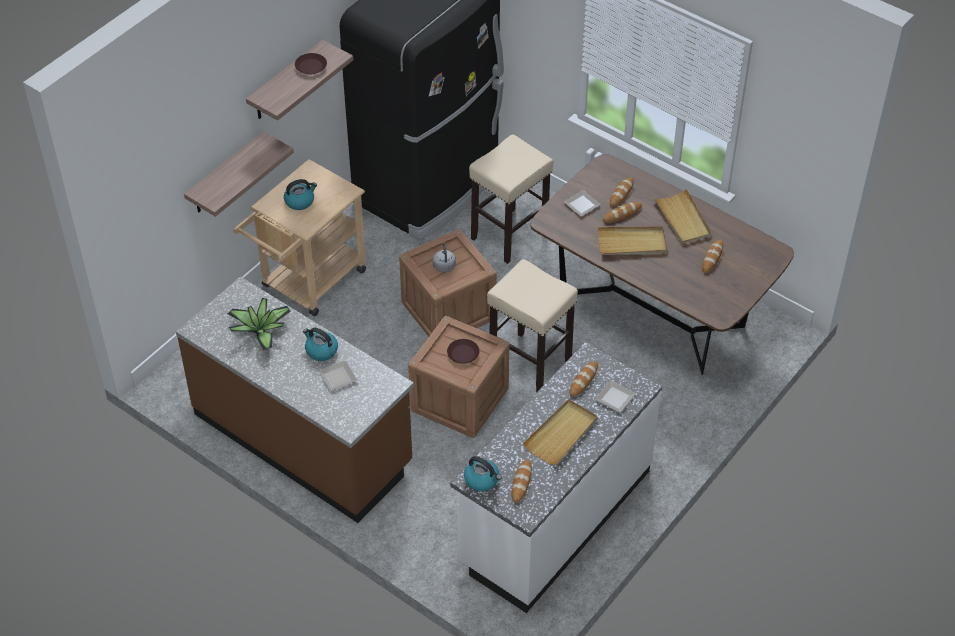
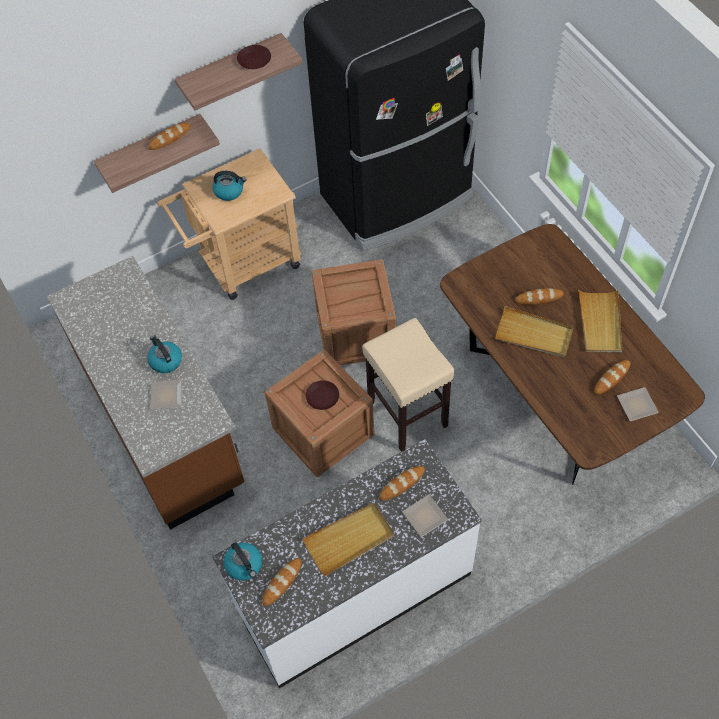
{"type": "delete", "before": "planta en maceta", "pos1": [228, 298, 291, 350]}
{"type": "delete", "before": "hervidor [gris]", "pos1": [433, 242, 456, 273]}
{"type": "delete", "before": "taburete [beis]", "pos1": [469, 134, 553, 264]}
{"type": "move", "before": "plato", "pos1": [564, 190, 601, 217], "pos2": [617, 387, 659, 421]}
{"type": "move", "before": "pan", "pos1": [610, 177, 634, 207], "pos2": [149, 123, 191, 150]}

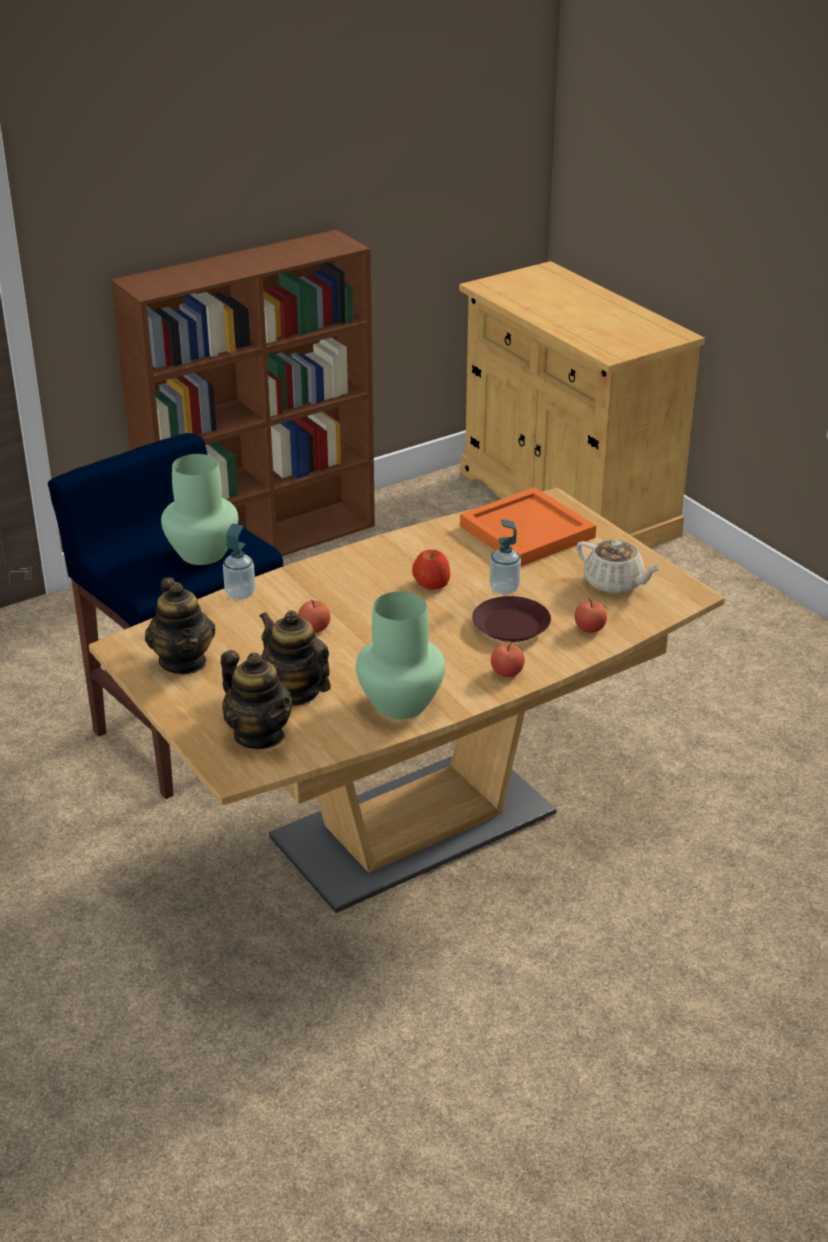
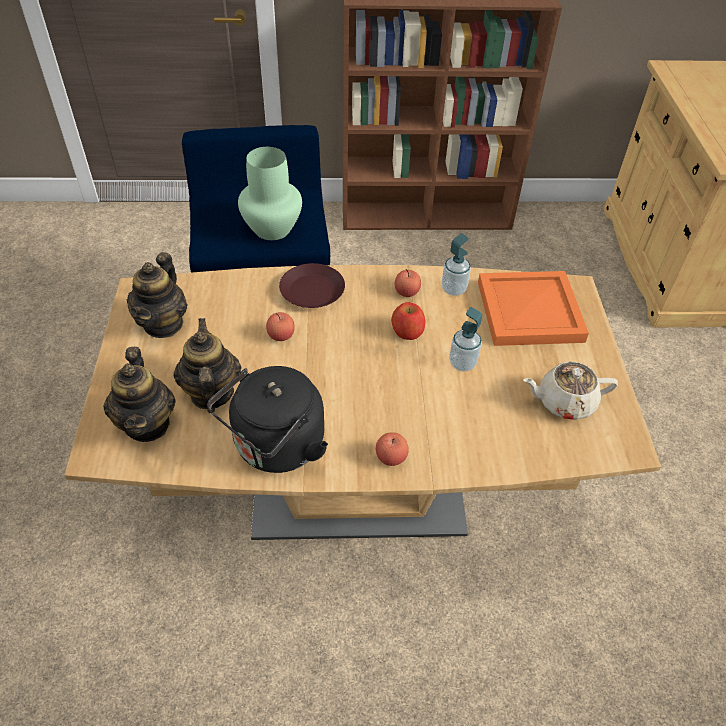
{"type": "move", "before": "dispensador de jabón", "pos1": [223, 524, 255, 600], "pos2": [442, 233, 471, 296]}
{"type": "replace", "before": "florero [verde]", "after": "hervidor [negro]", "pos1": [356, 592, 445, 719], "pos2": [207, 366, 328, 473]}
{"type": "move", "before": "plato [marrón]", "pos1": [472, 596, 551, 642], "pos2": [279, 263, 345, 308]}
{"type": "move", "before": "manzana", "pos1": [575, 599, 607, 633], "pos2": [395, 269, 421, 297]}
{"type": "rotate", "before": "tetera [beis]", "pos1": [576, 540, 661, 594], "pos2": [523, 361, 618, 420], "turn": 105}

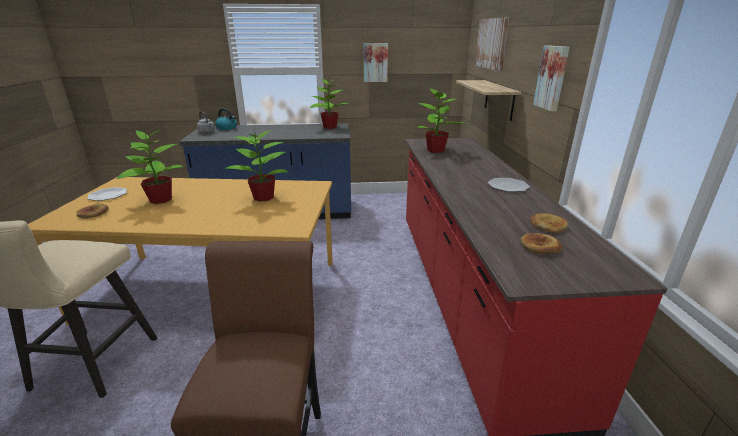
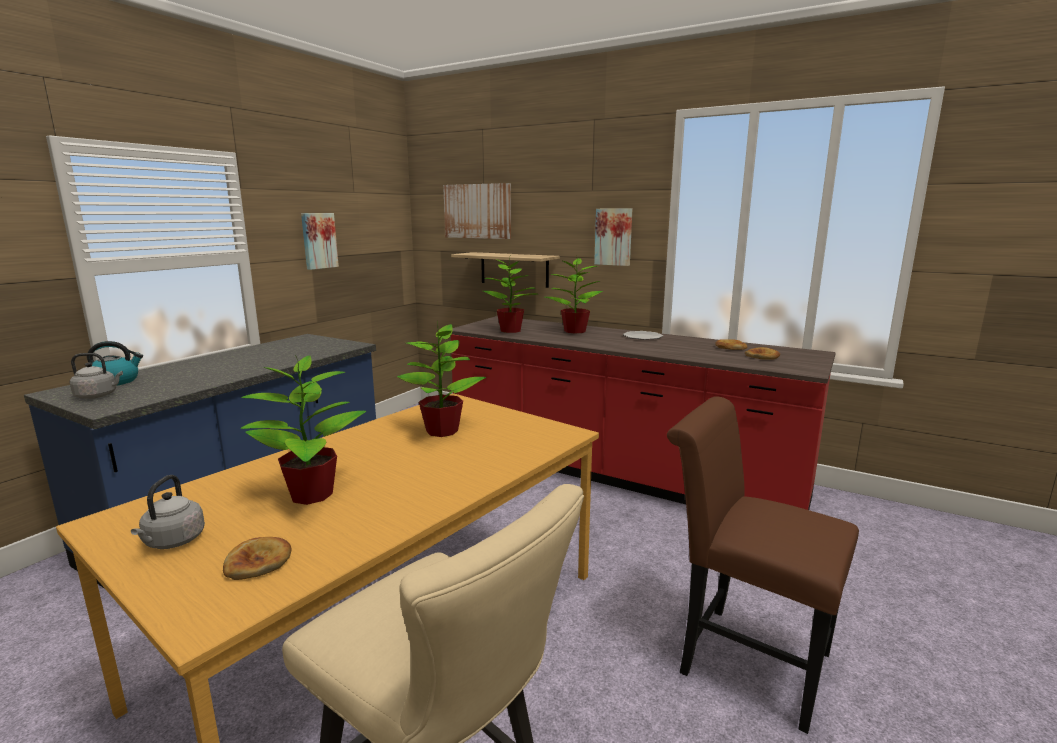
{"type": "replace", "before": "plato", "after": "hervidor [gris]", "pos1": [87, 187, 127, 201], "pos2": [131, 475, 205, 549]}
{"type": "move", "before": "planta en maceta", "pos1": [310, 79, 349, 129], "pos2": [545, 255, 603, 334]}

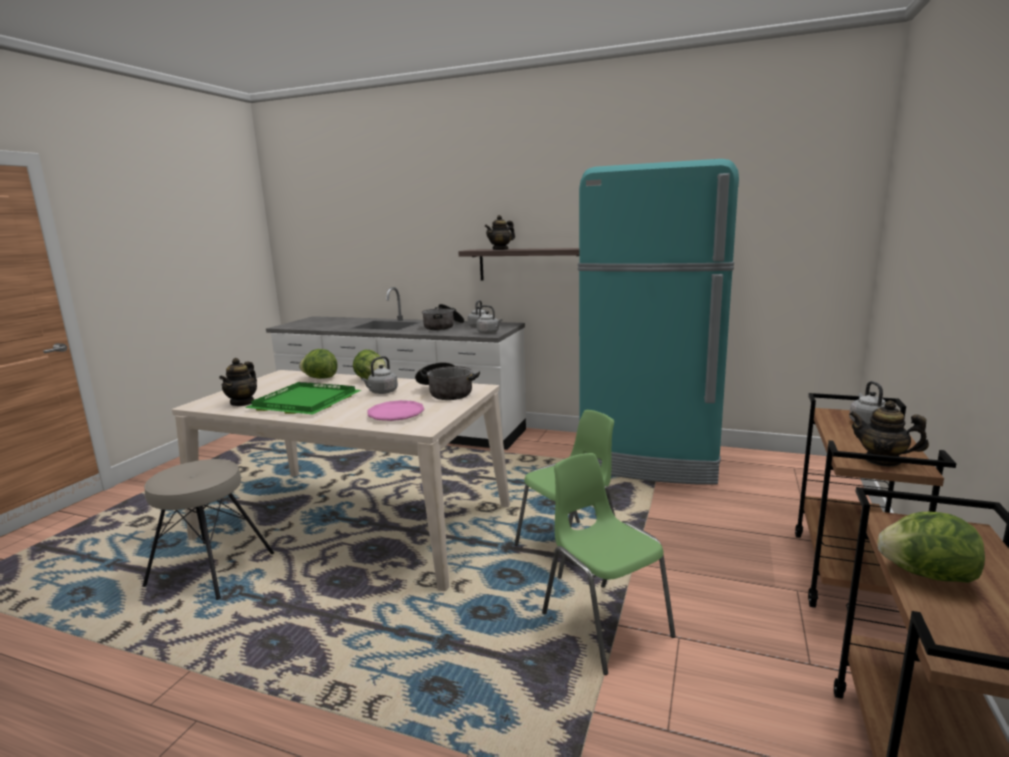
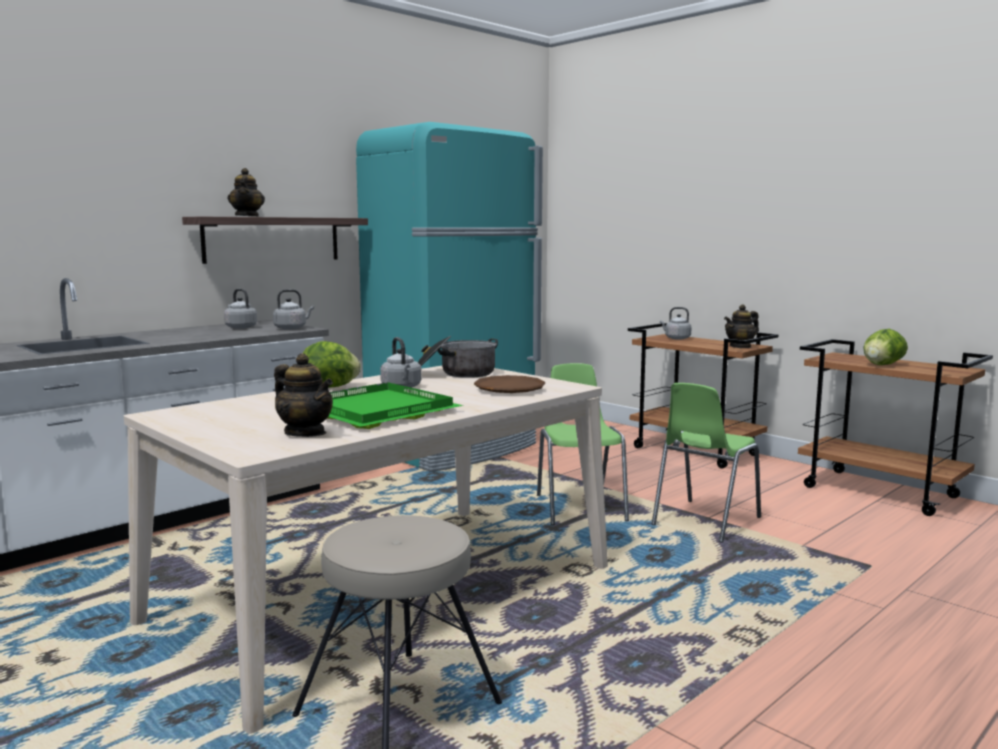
{"type": "delete", "before": "lechuga", "pos1": [299, 349, 337, 379]}
{"type": "recolor", "before": "plato [rosa]", "after": "plato [marrón]", "pos1": [367, 400, 424, 421], "pos2": [474, 375, 545, 393]}
{"type": "delete", "before": "olla", "pos1": [422, 304, 464, 330]}
{"type": "rotate", "before": "silla [verde]", "pos1": [542, 453, 676, 675], "pos2": [652, 383, 761, 543], "turn": -45}

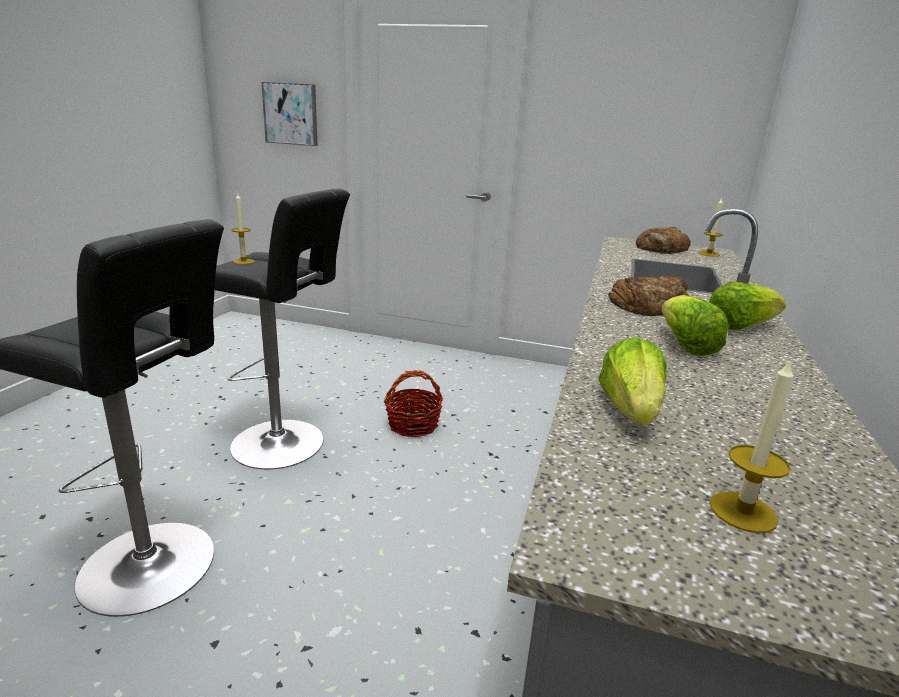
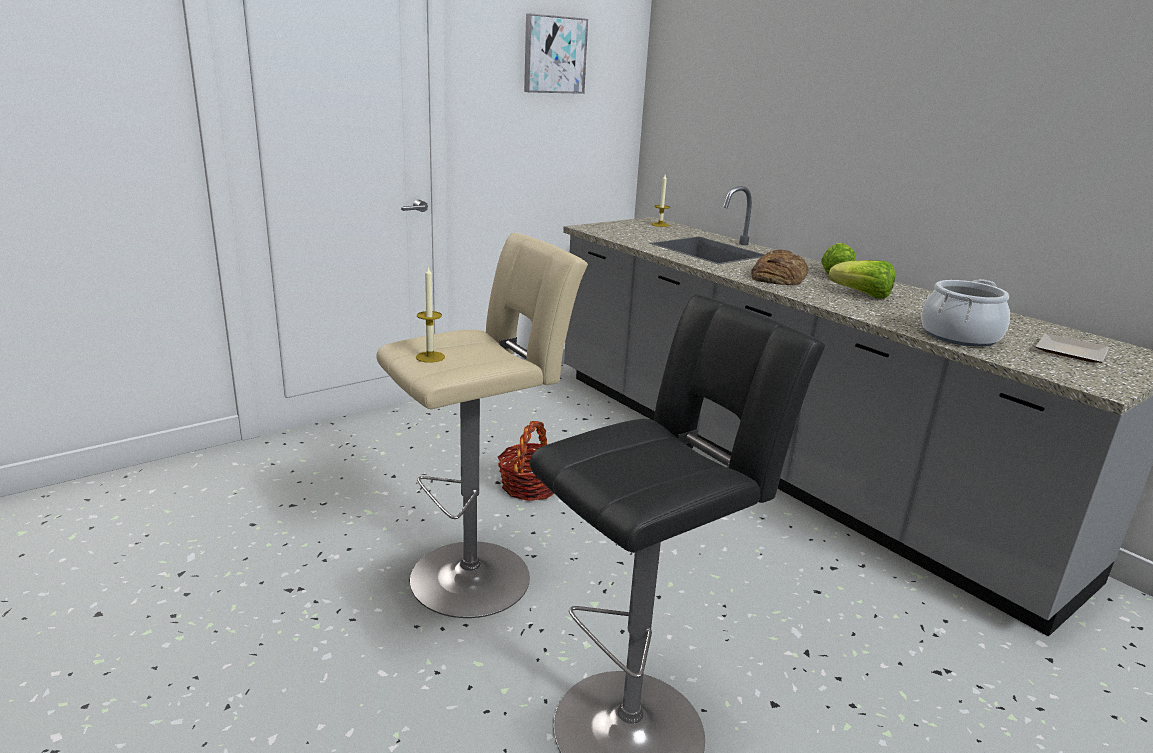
{"type": "recolor", "before": "taburete [negro]", "after": "taburete [beis]", "pos1": [215, 189, 350, 469], "pos2": [376, 233, 588, 618]}
{"type": "move", "before": "cuadro", "pos1": [261, 82, 317, 146], "pos2": [524, 13, 588, 94]}
{"type": "replace", "before": "lechuga", "after": "olla", "pos1": [598, 337, 666, 425], "pos2": [921, 279, 1010, 347]}
{"type": "delete", "before": "pan", "pos1": [636, 227, 691, 254]}
{"type": "replace", "before": "vela", "after": "plato", "pos1": [709, 358, 794, 533], "pos2": [1035, 333, 1109, 363]}

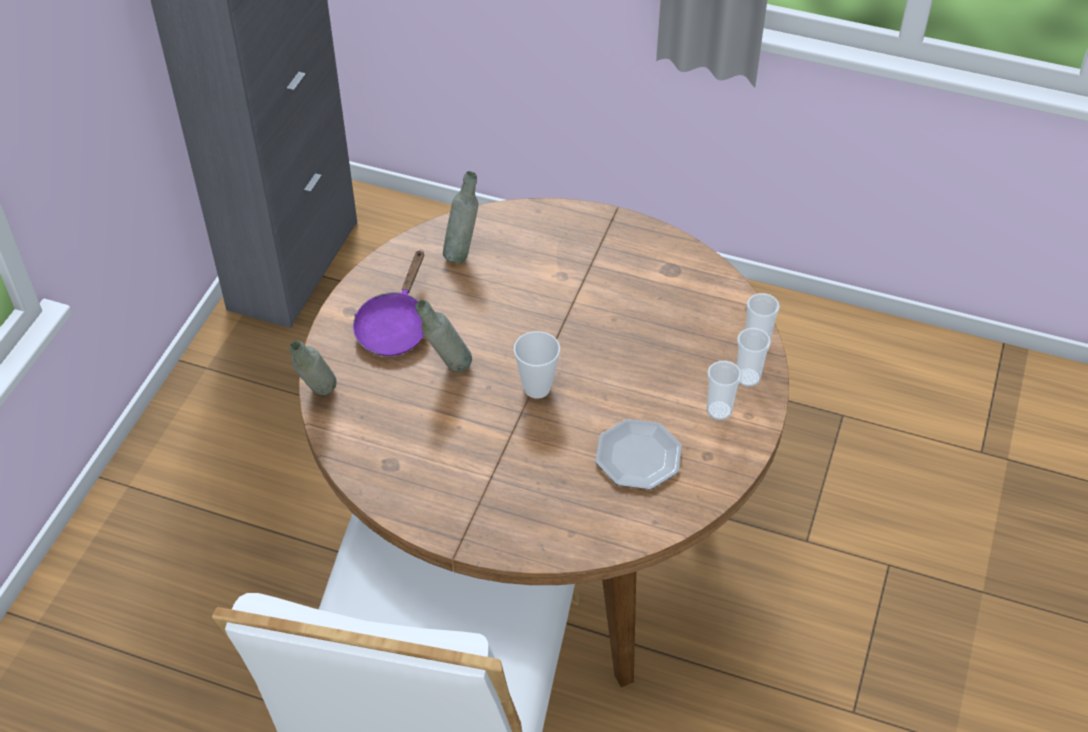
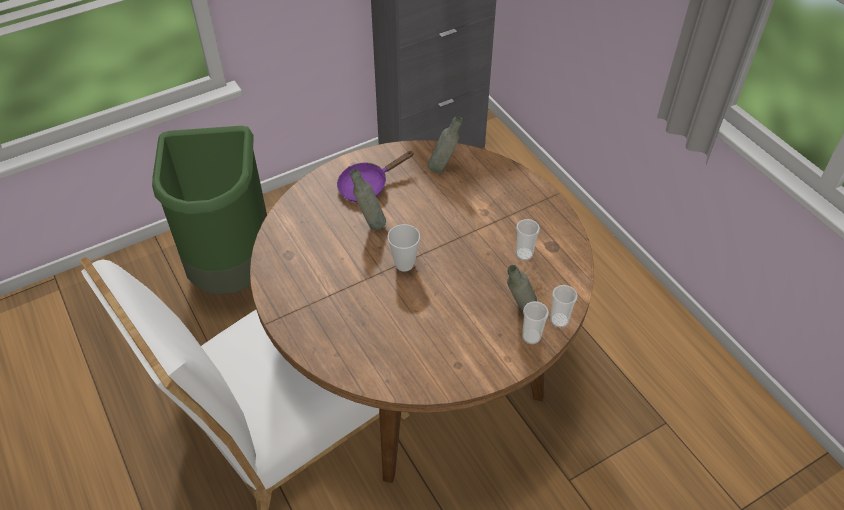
{"type": "move", "before": "botella [gris]", "pos1": [290, 340, 337, 396], "pos2": [507, 265, 537, 310]}
{"type": "delete", "before": "plato", "pos1": [595, 419, 682, 489]}
{"type": "move", "before": "taza", "pos1": [706, 361, 742, 420], "pos2": [516, 219, 540, 261]}
{"type": "insert", "after": "papelera [verde]", "pos2": [152, 126, 267, 295]}

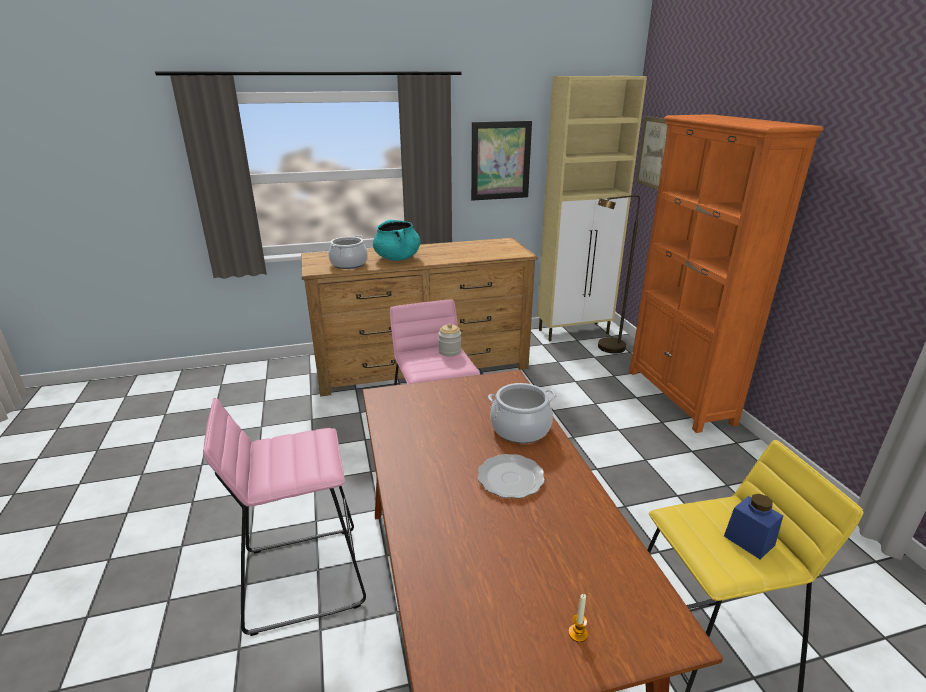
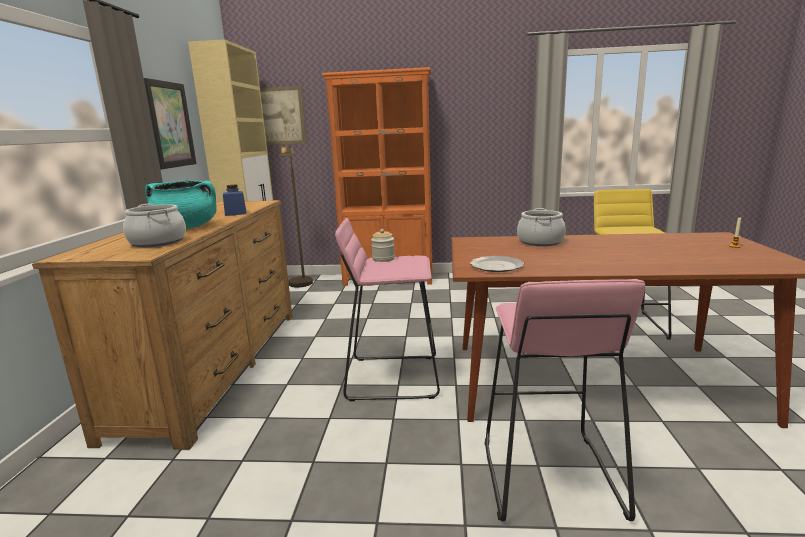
{"type": "move", "before": "plato", "pos1": [478, 454, 545, 499], "pos2": [470, 256, 524, 272]}
{"type": "move", "before": "tarro [azul]", "pos1": [724, 494, 783, 559], "pos2": [223, 185, 247, 216]}

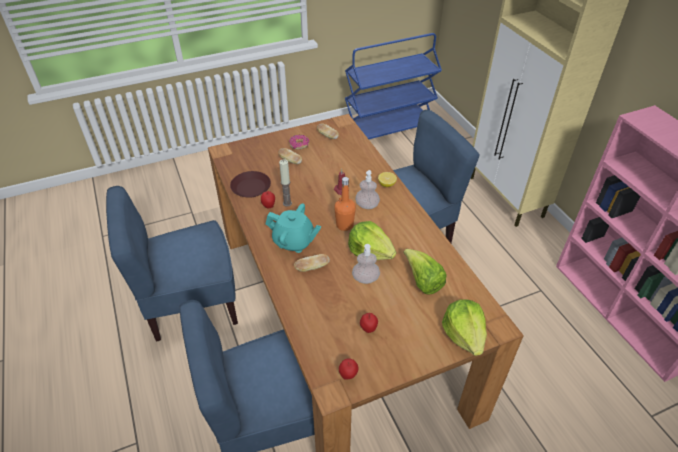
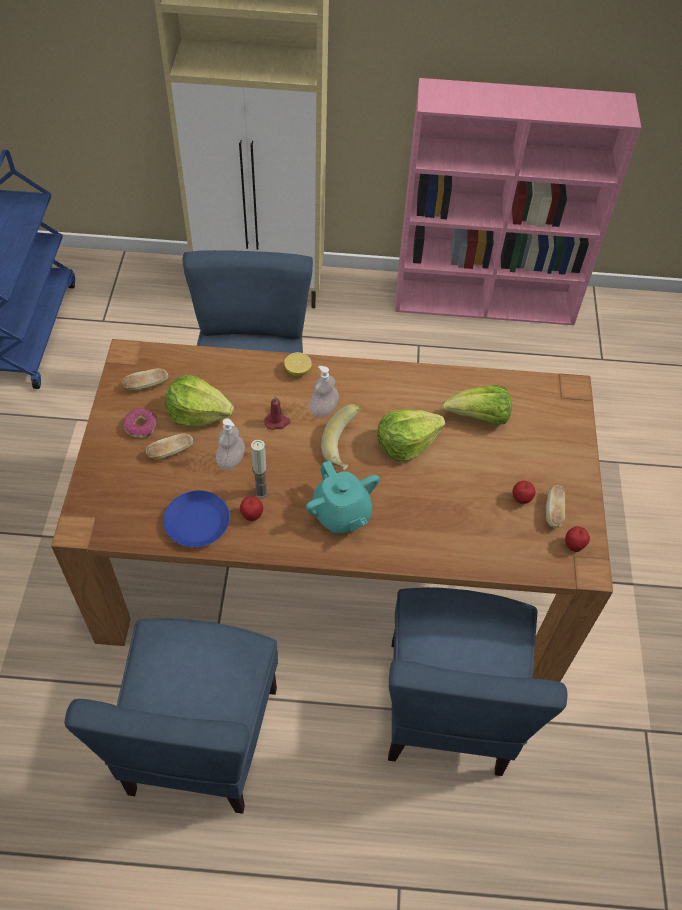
{"type": "recolor", "before": "plato [marrón]", "after": "plato [azul]", "pos1": [230, 171, 271, 198], "pos2": [163, 491, 230, 547]}
{"type": "rotate", "before": "tetera [turquesa]", "pos1": [266, 203, 322, 253], "pos2": [306, 460, 380, 534], "turn": 105}
{"type": "move", "before": "pan", "pos1": [294, 254, 330, 272], "pos2": [546, 485, 565, 528]}
{"type": "replace", "before": "botella [naranja]", "after": "plátano", "pos1": [334, 177, 356, 231], "pos2": [321, 404, 361, 471]}
{"type": "move", "before": "dispensador de jabón", "pos1": [352, 244, 380, 284], "pos2": [216, 418, 245, 470]}
{"type": "move", "before": "lechuga", "pos1": [442, 299, 487, 356], "pos2": [165, 374, 234, 427]}

